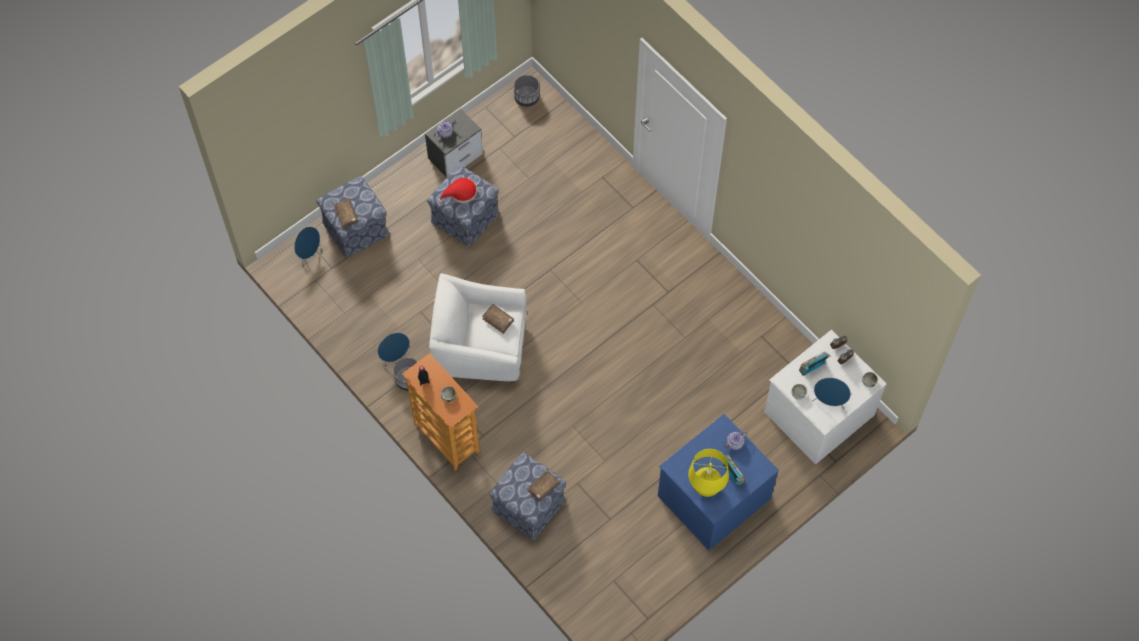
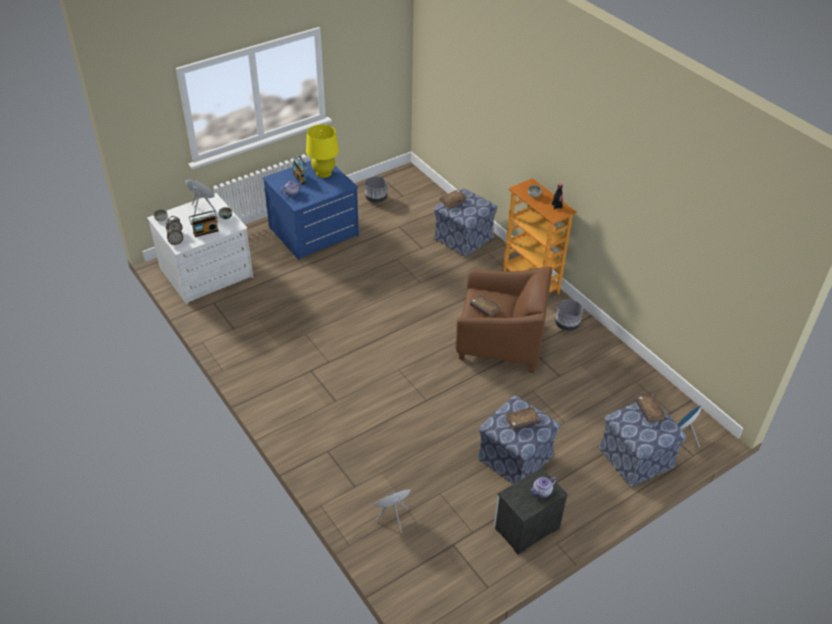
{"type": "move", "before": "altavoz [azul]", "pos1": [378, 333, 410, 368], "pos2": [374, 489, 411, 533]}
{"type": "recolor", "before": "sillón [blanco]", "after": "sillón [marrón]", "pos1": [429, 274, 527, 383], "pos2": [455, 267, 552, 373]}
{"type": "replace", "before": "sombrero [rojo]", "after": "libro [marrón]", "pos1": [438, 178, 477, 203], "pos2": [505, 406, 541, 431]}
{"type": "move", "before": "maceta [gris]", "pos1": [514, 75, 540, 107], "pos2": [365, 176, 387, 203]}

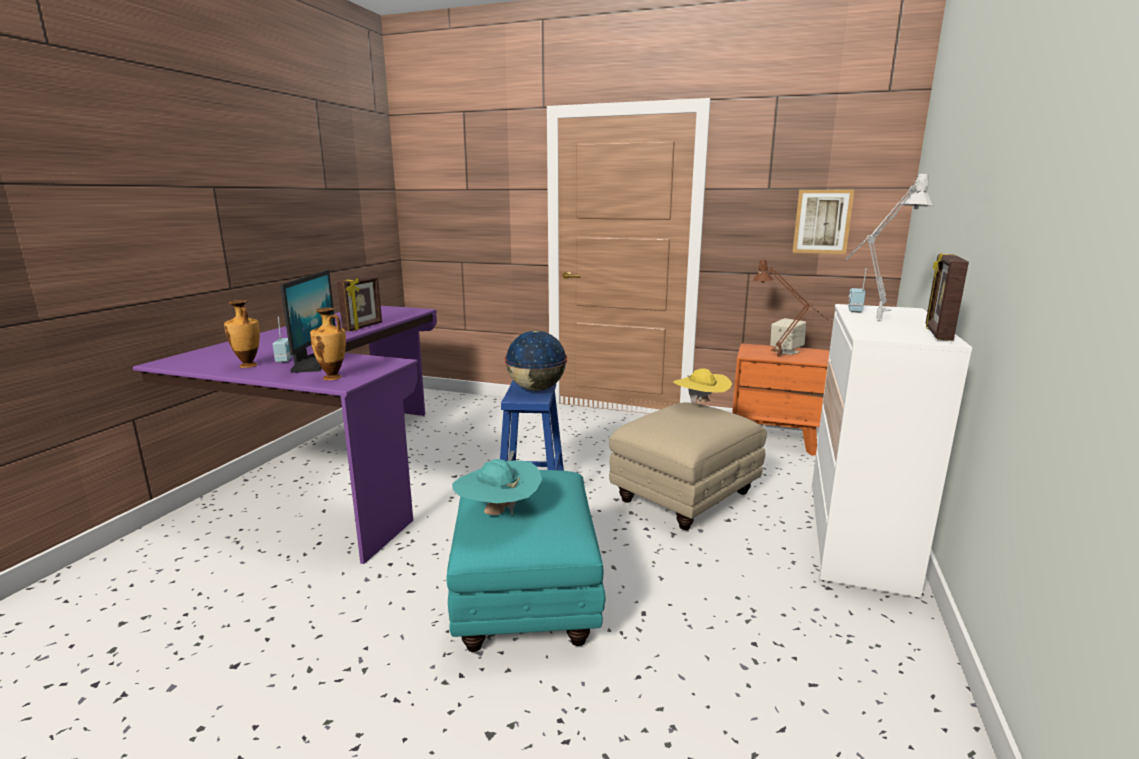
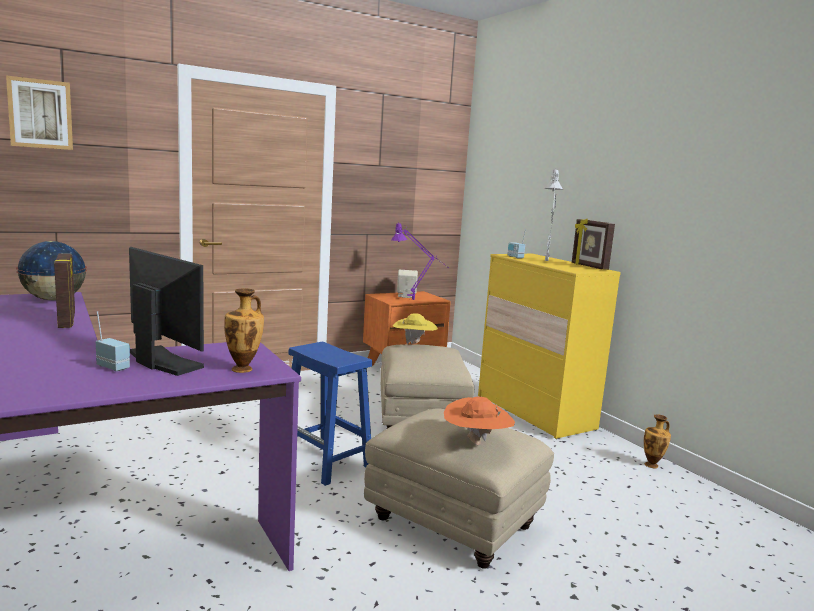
{"type": "move", "before": "florero", "pos1": [224, 300, 260, 368], "pos2": [644, 414, 671, 468]}
{"type": "recolor", "before": "puf [turquesa]", "after": "puf [beis]", "pos1": [447, 470, 606, 652], "pos2": [364, 408, 554, 569]}
{"type": "recolor", "before": "sombrero [turquesa]", "after": "sombrero [naranja]", "pos1": [452, 459, 542, 515], "pos2": [444, 396, 515, 445]}
{"type": "move", "before": "globo terráqueo", "pos1": [505, 331, 567, 391], "pos2": [16, 241, 87, 300]}
{"type": "recolor", "before": "lámpara de mesa [marrón]", "after": "lámpara de mesa [morado]", "pos1": [753, 258, 829, 357], "pos2": [391, 223, 449, 300]}
{"type": "move", "before": "cuadro", "pos1": [792, 190, 855, 254], "pos2": [6, 75, 73, 150]}
{"type": "recolor", "before": "cómoda [blanco]", "after": "cómoda [amarillo]", "pos1": [811, 304, 972, 599], "pos2": [478, 254, 621, 439]}

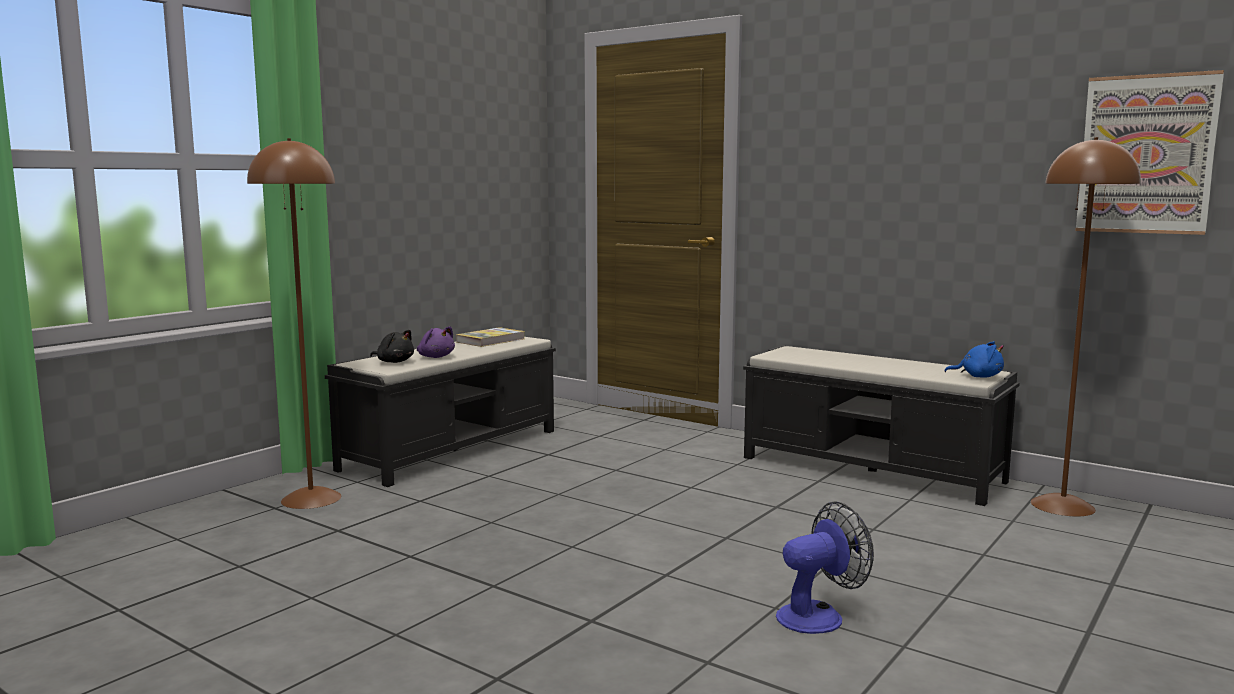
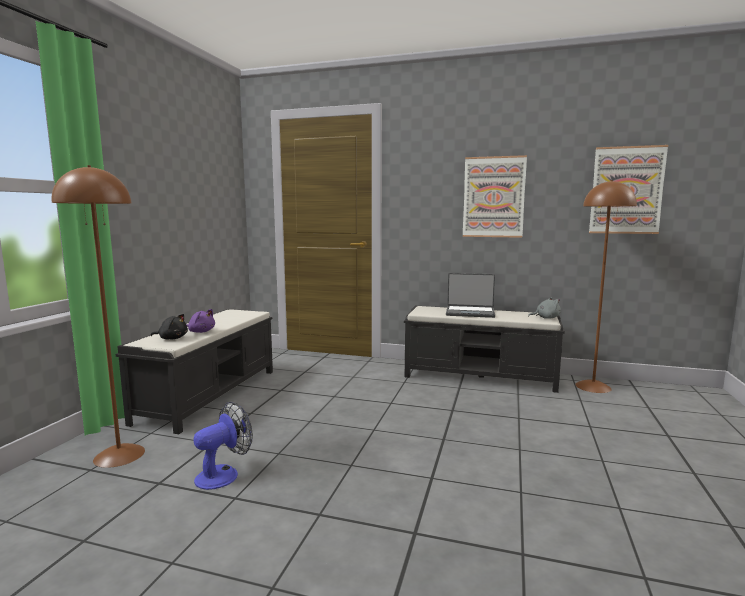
{"type": "delete", "before": "libro", "pos1": [456, 327, 525, 347]}
{"type": "move", "before": "ventilador", "pos1": [776, 501, 874, 634], "pos2": [194, 401, 253, 490]}
{"type": "recolor", "before": "peluche [azul]", "after": "peluche [gris]", "pos1": [944, 341, 1004, 378], "pos2": [528, 297, 561, 319]}
{"type": "insert", "after": "portátil", "pos2": [446, 273, 495, 318]}
{"type": "insert", "after": "cuadro", "pos2": [463, 155, 527, 238]}

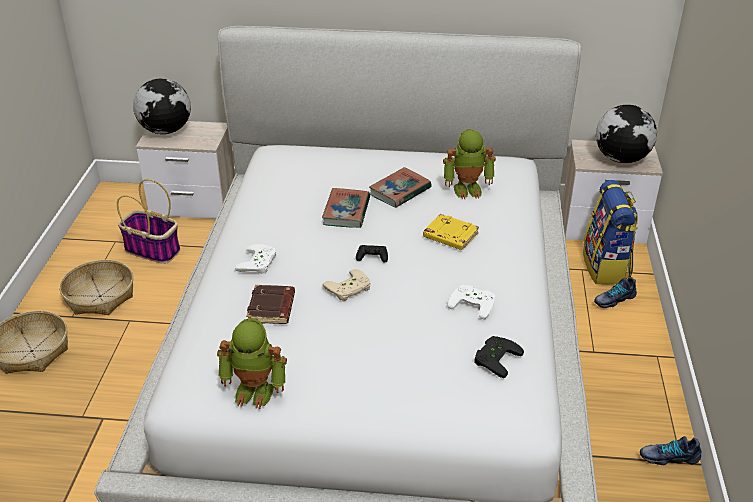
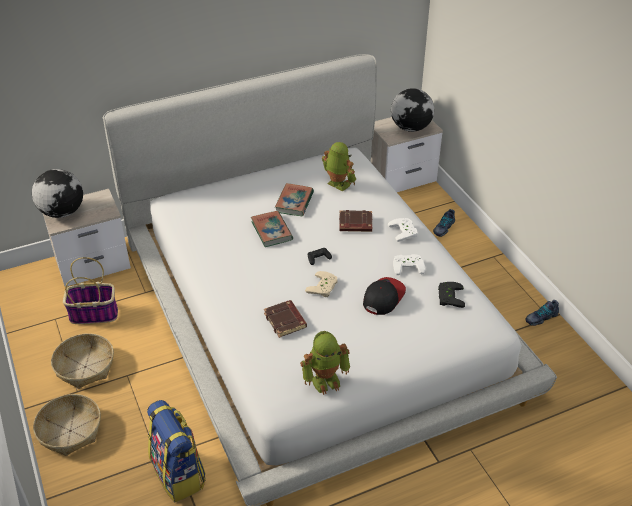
{"type": "move", "before": "mando de consola [blanco]", "pos1": [235, 244, 276, 274], "pos2": [388, 218, 417, 242]}
{"type": "recolor", "before": "libro [amarillo]", "after": "libro [marrón]", "pos1": [423, 214, 479, 250], "pos2": [339, 210, 372, 232]}
{"type": "rotate", "before": "robot de juguete", "pos1": [443, 129, 496, 199], "pos2": [322, 142, 356, 191], "turn": -105}
{"type": "move", "before": "mochila", "pos1": [583, 180, 638, 285], "pos2": [147, 400, 206, 502]}
{"type": "insert", "after": "gorra", "pos2": [363, 277, 406, 315]}

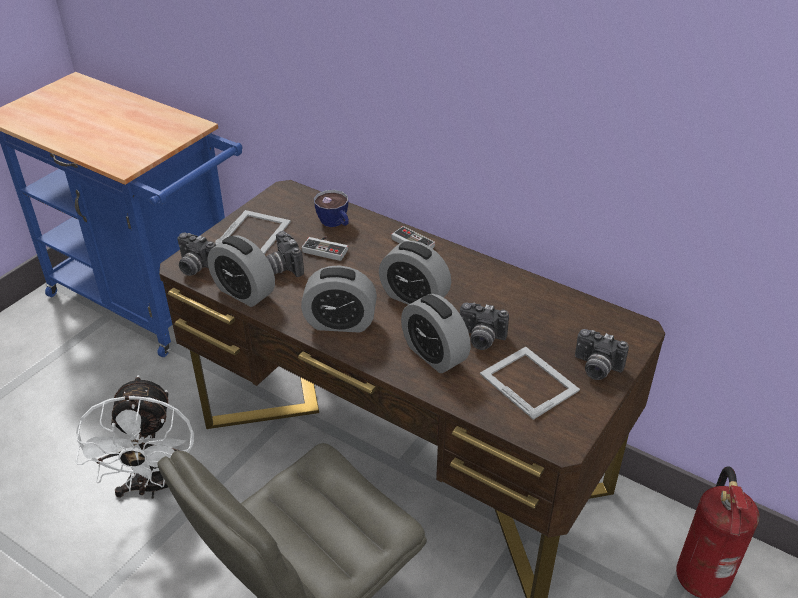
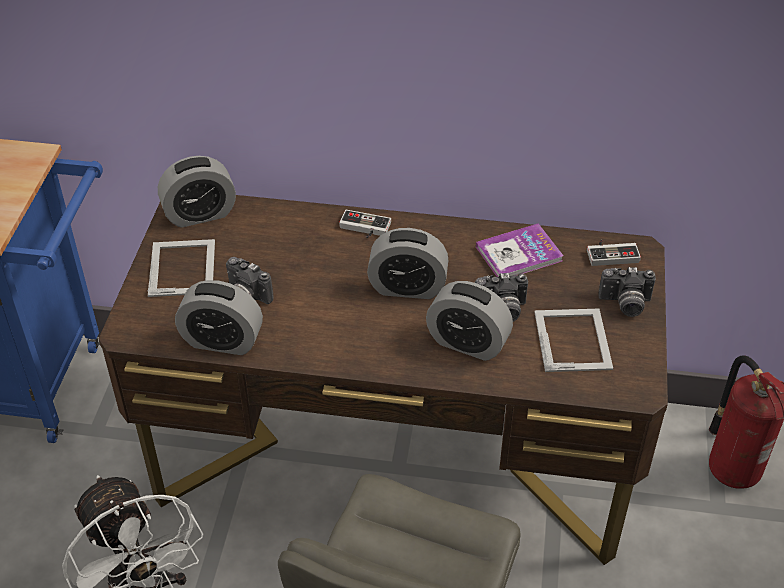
{"type": "delete", "before": "cámara", "pos1": [177, 233, 216, 276]}
{"type": "move", "before": "despertador", "pos1": [301, 265, 377, 333], "pos2": [158, 156, 236, 228]}
{"type": "move", "before": "mando de consola", "pos1": [302, 237, 348, 261], "pos2": [587, 240, 641, 266]}
{"type": "delete", "before": "taza", "pos1": [314, 190, 349, 227]}
{"type": "rotate", "before": "portarretratos", "pos1": [480, 347, 580, 420], "pos2": [534, 309, 613, 372], "turn": 60}
{"type": "insert", "after": "libro", "pos2": [476, 224, 564, 277]}

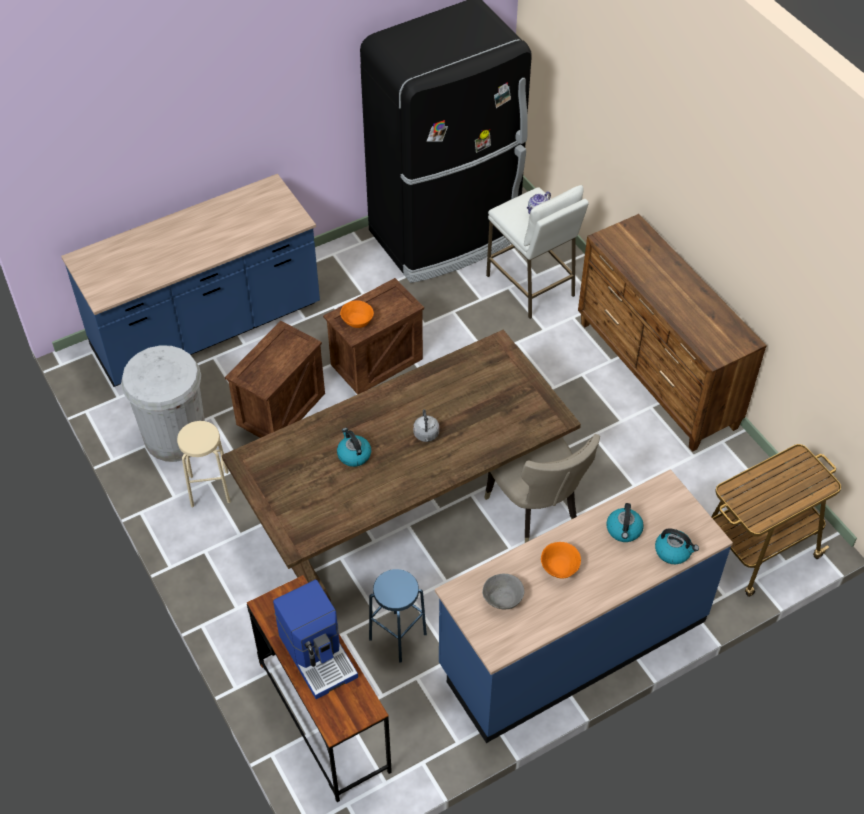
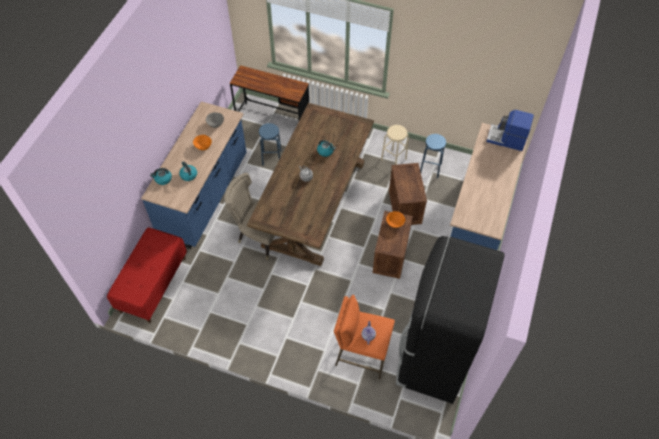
{"type": "replace", "before": "papelera [blanco]", "after": "taburete [azul]", "pos1": [121, 345, 205, 462], "pos2": [420, 134, 446, 178]}
{"type": "move", "before": "cafetera", "pos1": [273, 580, 358, 699], "pos2": [486, 110, 534, 151]}
{"type": "recolor", "before": "taburete [blanco]", "after": "taburete [naranja]", "pos1": [486, 185, 589, 319], "pos2": [334, 295, 395, 379]}
{"type": "delete", "before": "cómoda [marrón]", "pos1": [578, 214, 767, 452]}
{"type": "replace", "before": "carrito", "after": "banco [rojo]", "pos1": [711, 444, 841, 597], "pos2": [107, 227, 187, 323]}

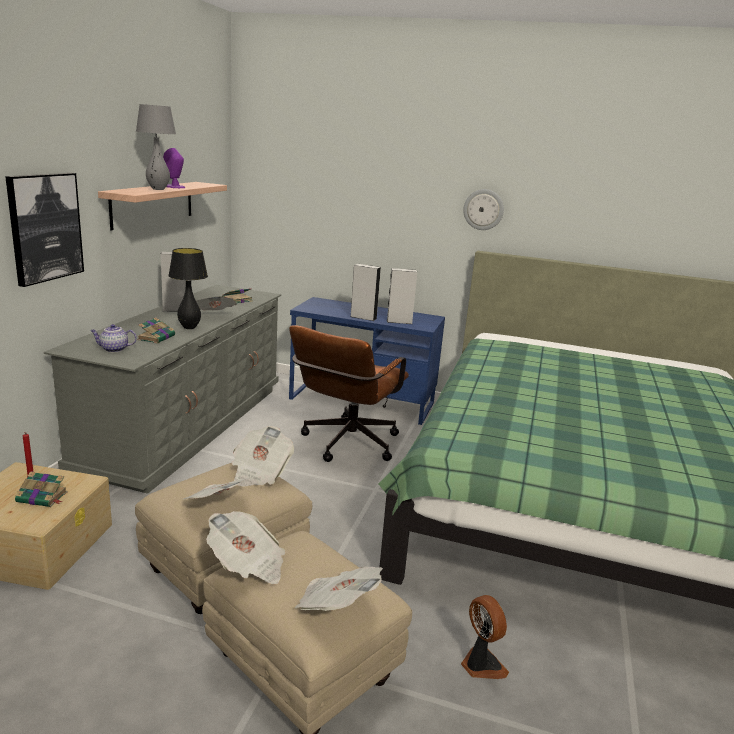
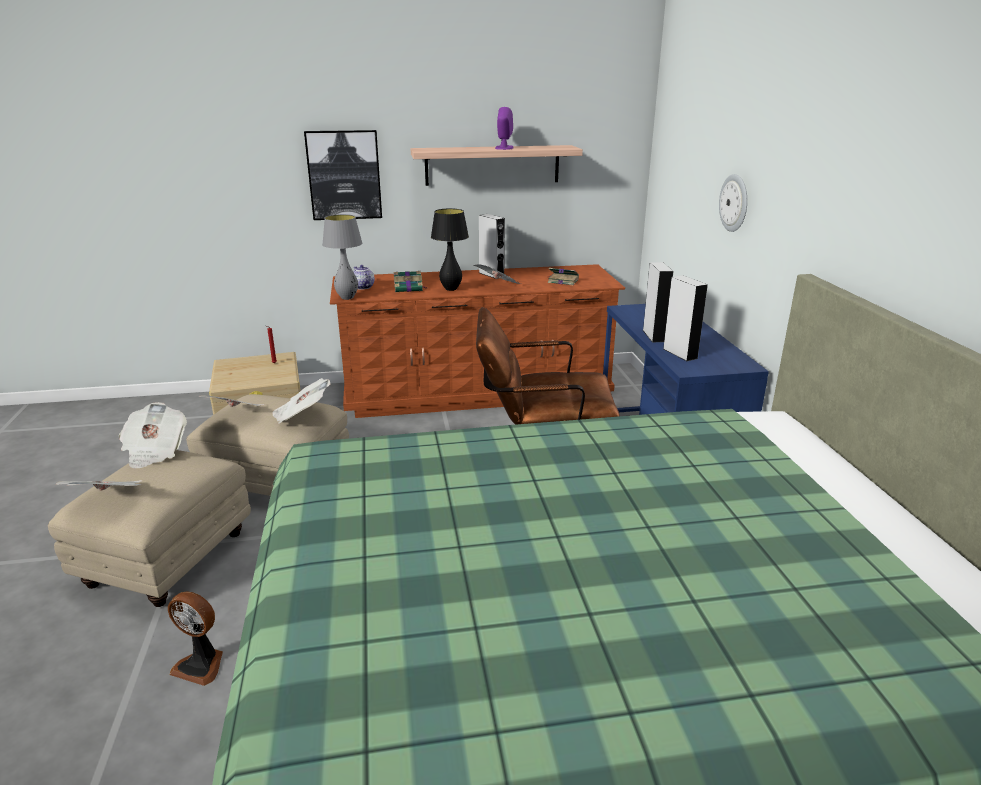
{"type": "delete", "before": "libro", "pos1": [15, 471, 68, 507]}
{"type": "recolor", "before": "cómoda [gris]", "after": "cómoda [marrón]", "pos1": [44, 285, 281, 494], "pos2": [330, 264, 625, 418]}
{"type": "move", "before": "lámpara de mesa [gris]", "pos1": [136, 104, 176, 190], "pos2": [322, 214, 362, 300]}
{"type": "rotate", "before": "ventilador", "pos1": [461, 595, 509, 679], "pos2": [168, 591, 223, 686], "turn": 75}
{"type": "move", "before": "reloj de pared", "pos1": [463, 189, 504, 230], "pos2": [719, 174, 747, 232]}

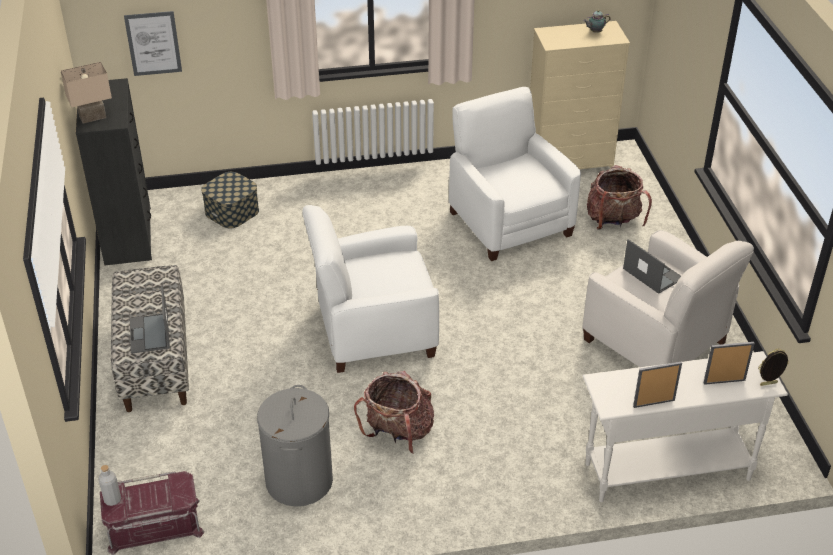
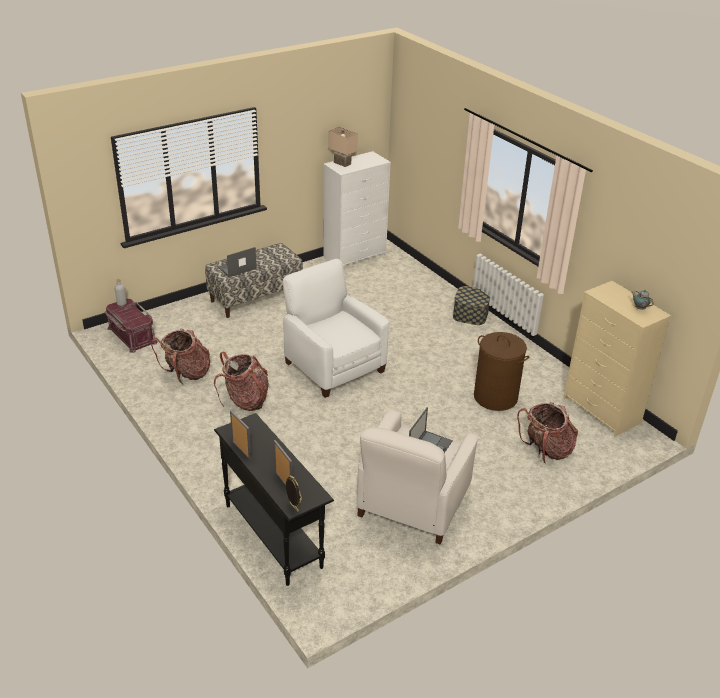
{"type": "recolor", "before": "cómoda [negro]", "after": "cómoda [blanco]", "pos1": [76, 78, 152, 266], "pos2": [323, 151, 391, 266]}
{"type": "delete", "before": "cuadro", "pos1": [124, 11, 182, 76]}
{"type": "move", "before": "caja de almacenaje", "pos1": [201, 172, 259, 228], "pos2": [453, 286, 490, 325]}
{"type": "replace", "before": "cesto de la ropa [gris]", "after": "mochila", "pos1": [257, 385, 333, 507], "pos2": [151, 329, 210, 384]}
{"type": "replace", "before": "sillón [blanco]", "after": "cesto de la ropa [marrón]", "pos1": [449, 87, 581, 261], "pos2": [474, 332, 529, 411]}
{"type": "recolor", "before": "mesa consola [blanco]", "after": "mesa consola [negro]", "pos1": [583, 351, 788, 502], "pos2": [214, 413, 334, 586]}

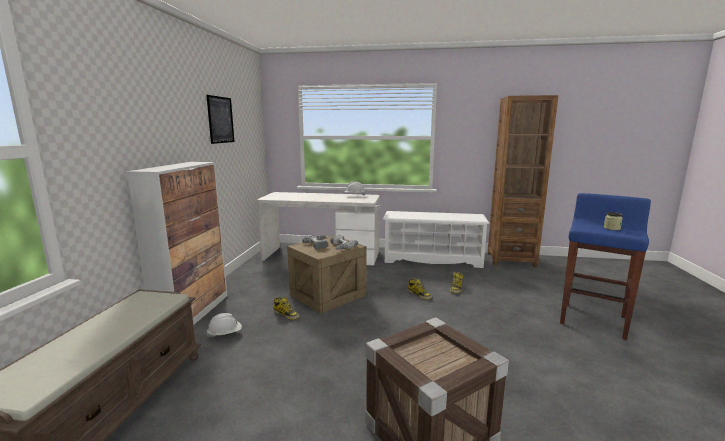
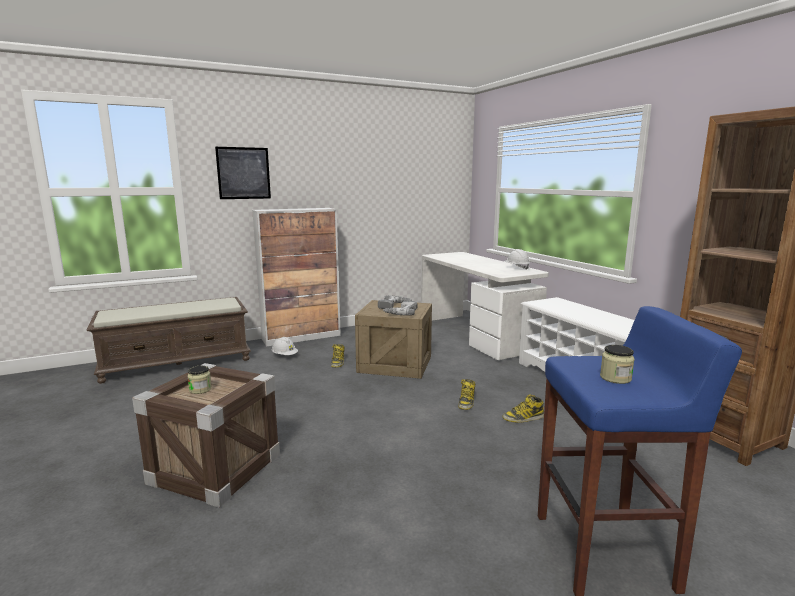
{"type": "move", "before": "cuadro", "pos1": [206, 95, 235, 144], "pos2": [215, 147, 271, 199]}
{"type": "insert", "after": "tarro", "pos2": [187, 366, 212, 394]}

